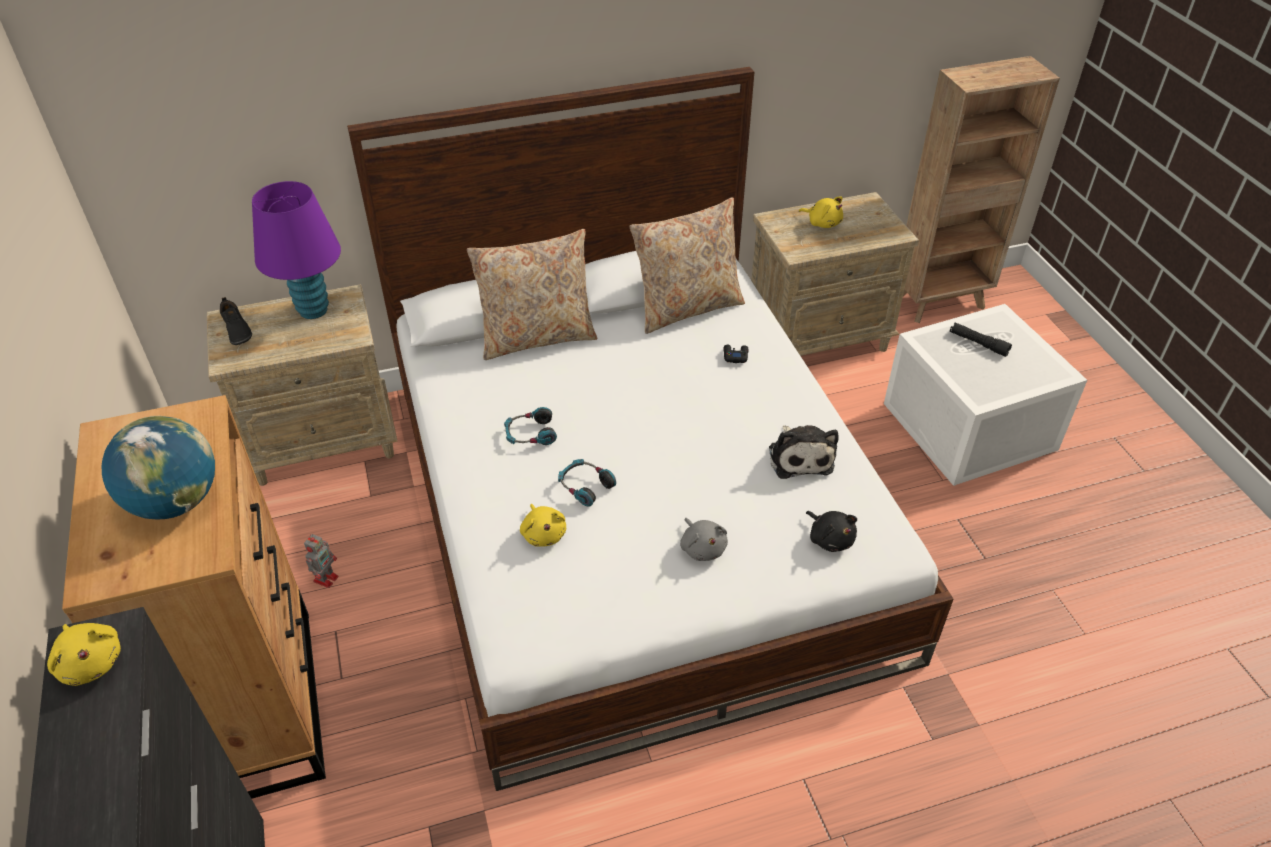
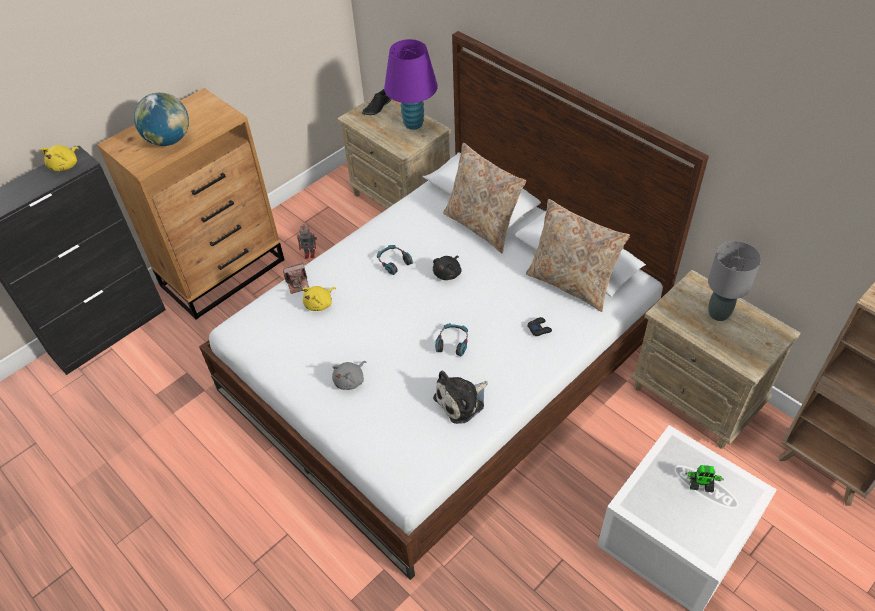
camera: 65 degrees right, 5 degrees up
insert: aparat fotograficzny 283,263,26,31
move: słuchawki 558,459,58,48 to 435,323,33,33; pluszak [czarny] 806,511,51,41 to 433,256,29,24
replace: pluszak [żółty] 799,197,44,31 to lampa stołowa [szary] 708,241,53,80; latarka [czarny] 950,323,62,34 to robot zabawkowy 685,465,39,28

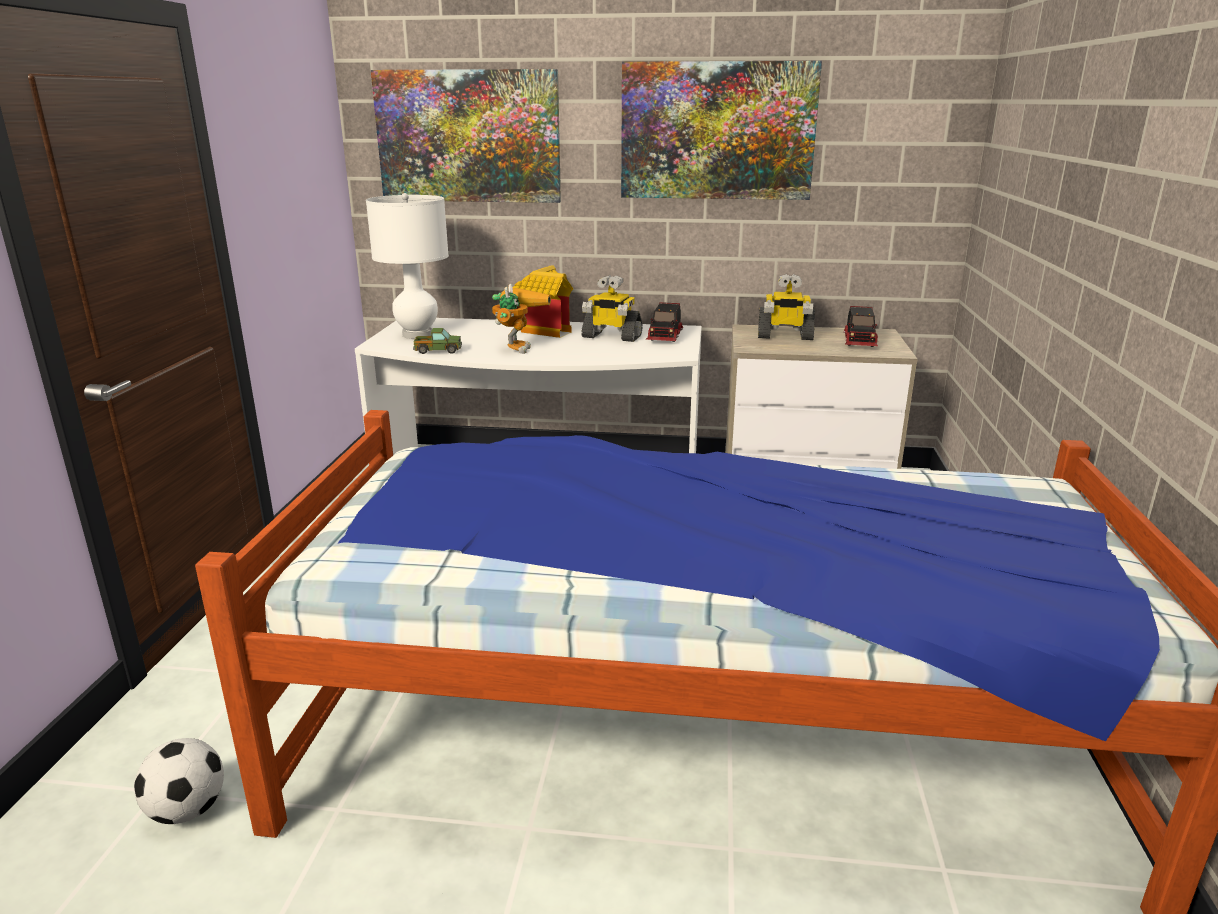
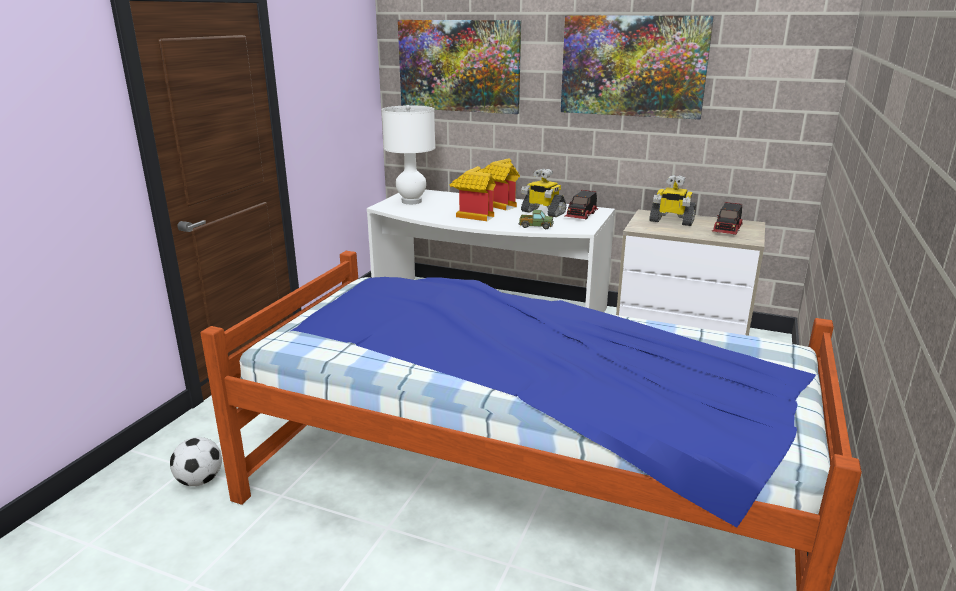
camera: 15 degrees right, 0 degrees up
move: ciężarówka zabawkowa 413,328,49,26 to 519,210,35,19
replace: robot zabawkowy 492,284,59,70 to domek 450,166,46,55

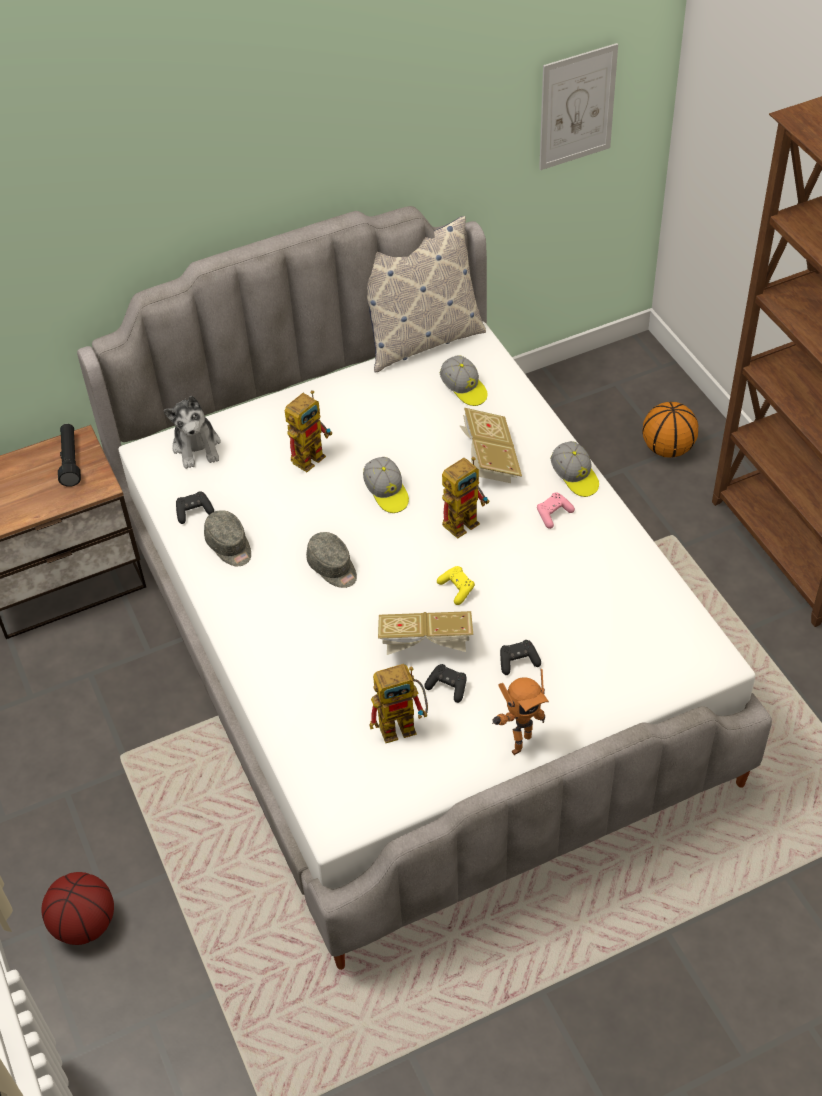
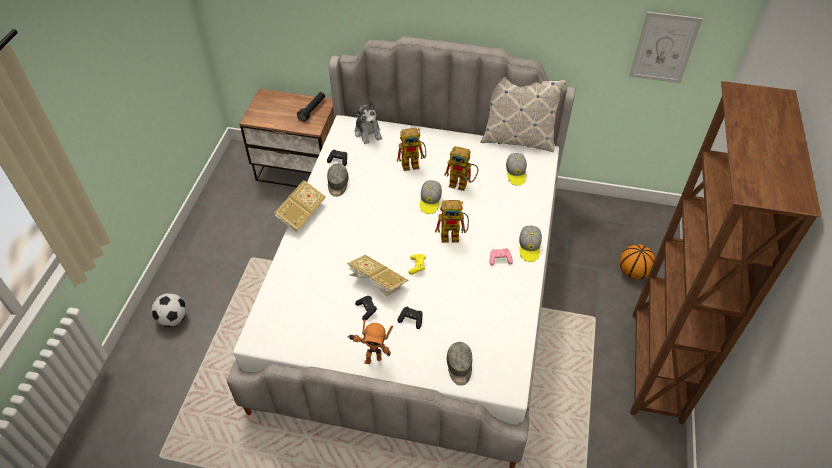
camera: 35 degrees right, 0 degrees up
move: książka 459,408,63,75 to 275,180,51,52; czapka z daszkiem [szary] 306,532,51,56 to 447,342,25,44; robot zabawkowy 369,664,59,79 to 444,146,34,45
replace: piłka do koszykówki 41,872,73,73 to piłka futbolowa 151,293,36,34
rotate: pluszak 164,396,57,73 = 355,102,27,42 45 degrees counterclockwise

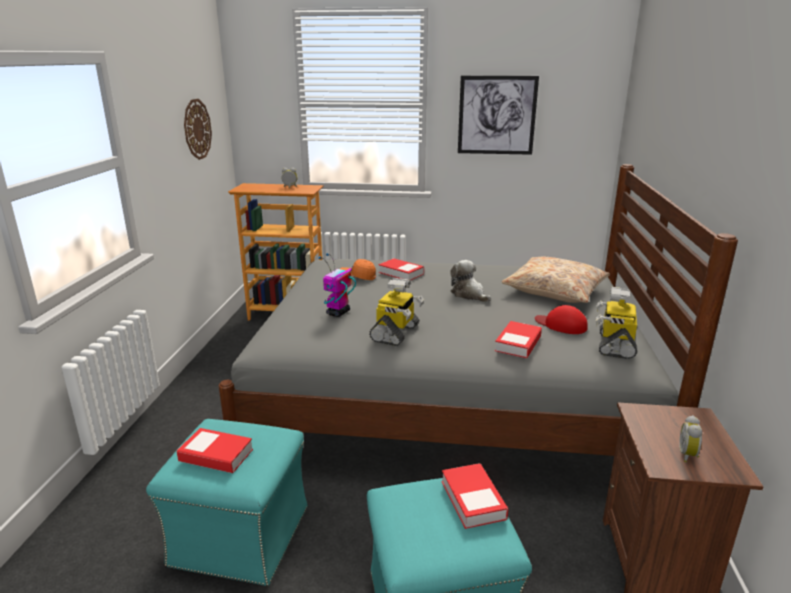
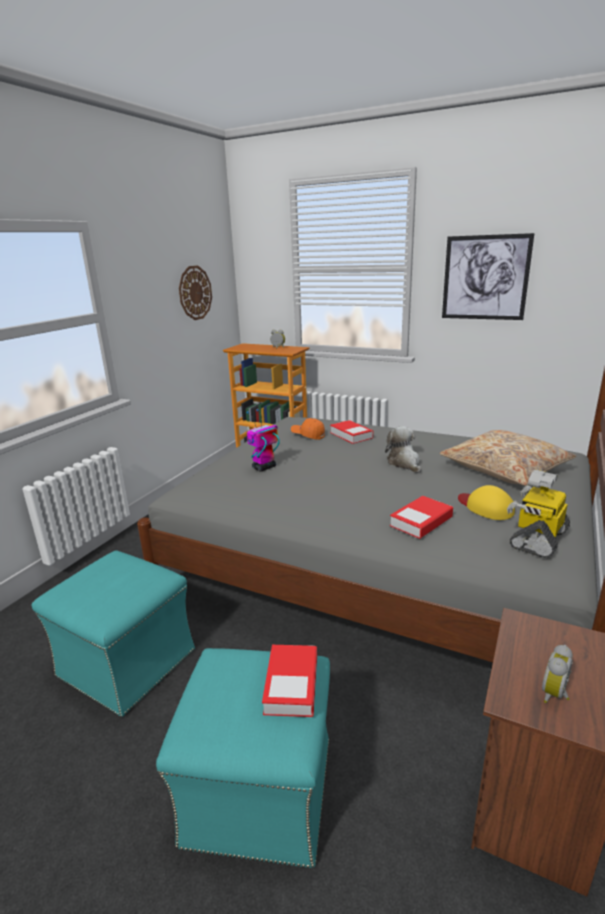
camera: 20 degrees right, 0 degrees up
delete: robot zabawkowy 369,278,55,68; książka 177,428,76,45
recolor: czapka z daszkiem [czerwony] 535,305,53,29 to czapka z daszkiem [żółty] 458,485,57,35

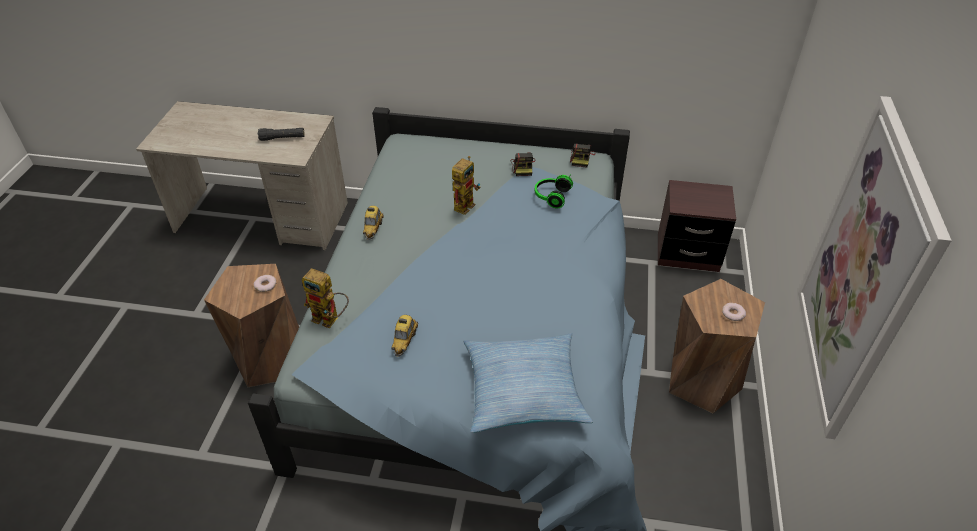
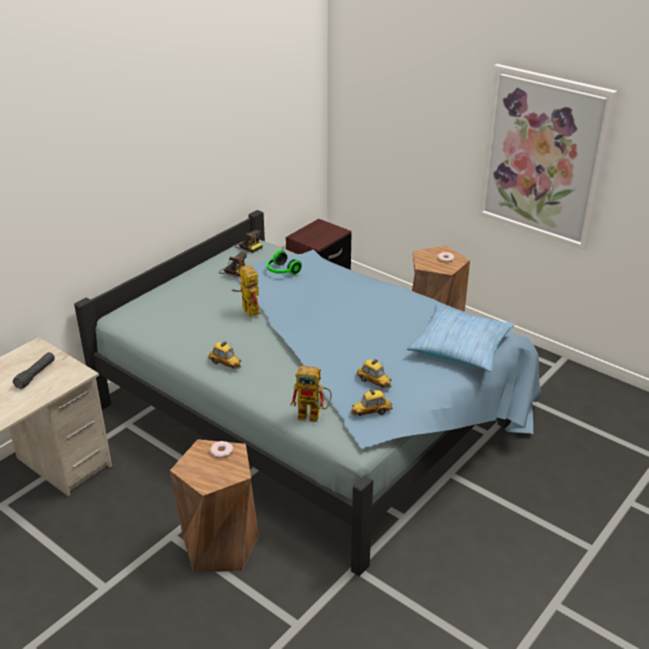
camera: 60 degrees left, 10 degrees down
insert: samochodzik 351,388,42,28
rotate: robot zabawkowy 302,268,47,60 = 290,366,42,56 45 degrees clockwise

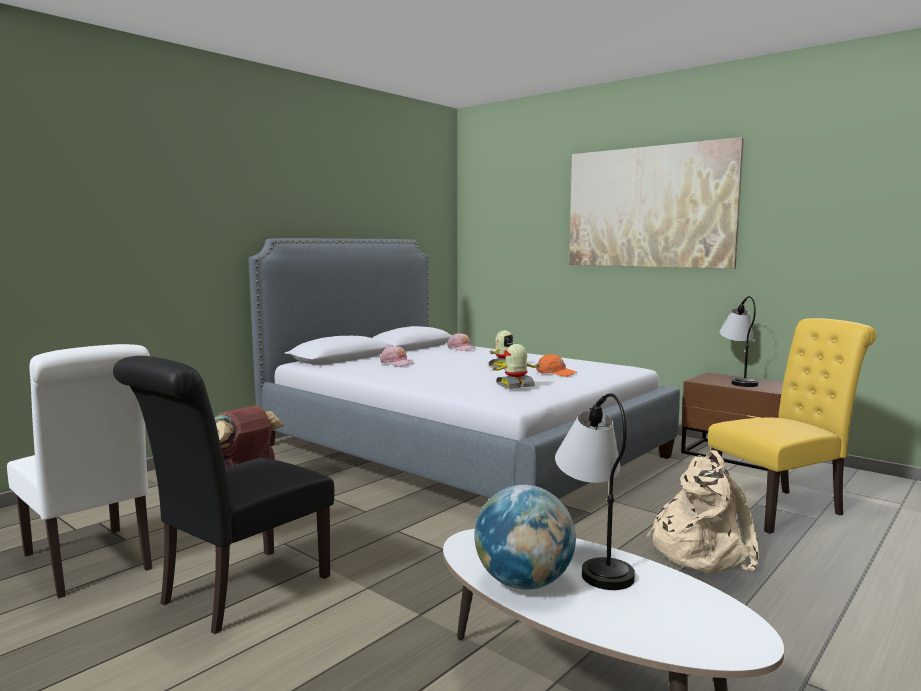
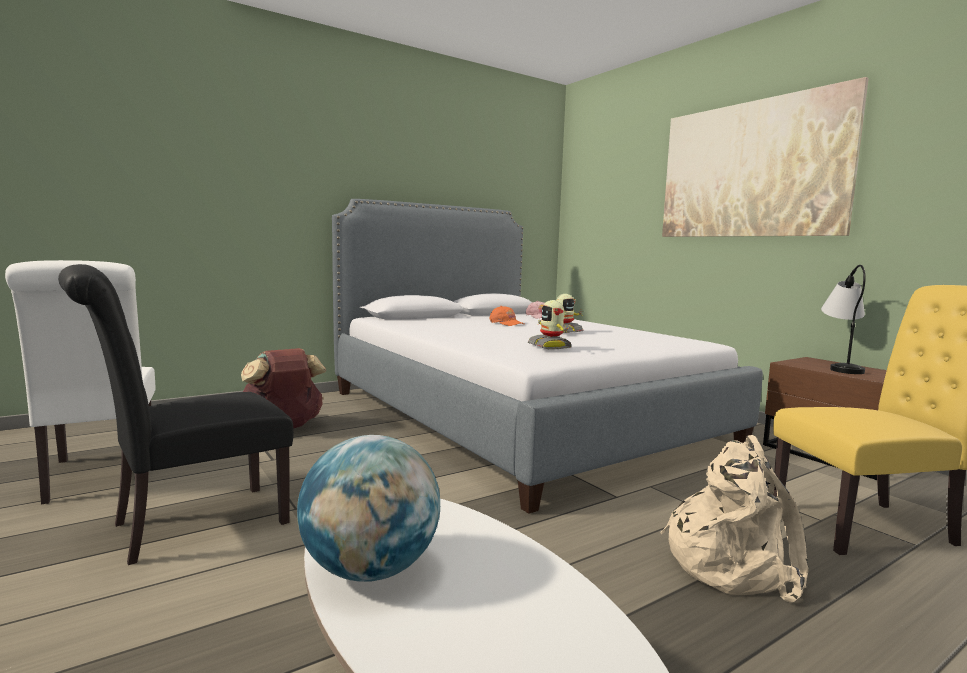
camera: 15 degrees right, 0 degrees up
delete: czapka z daszkiem [różowy] 380,345,35,22; lampa stołowa 555,393,80,197
move: czapka z daszkiem [pomarańczowy] 536,354,41,22 to 489,306,36,20
rotate: robot zabawkowy 491,344,51,45 = 528,300,44,49 105 degrees counterclockwise

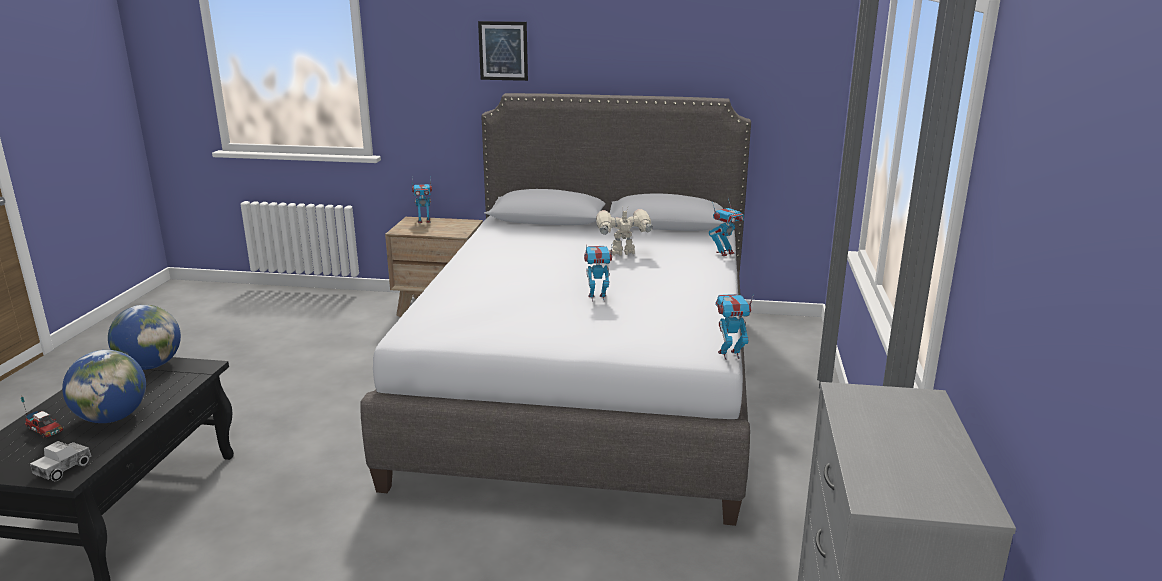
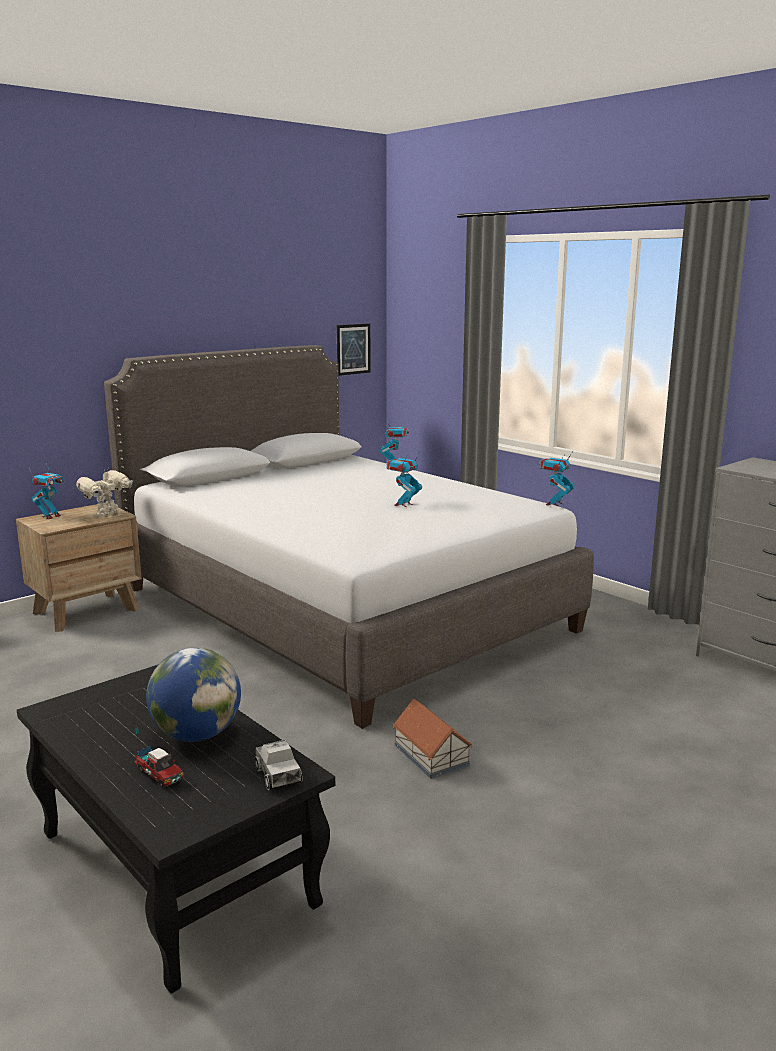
camera: 50 degrees left, 5 degrees down
delete: globus 108,305,73,65
insert: domek 393,699,80,80
move: obraz 478,21,50,60 to 337,323,34,53; robot zabawkowy 596,208,57,48 to 76,467,57,51
rotate: ciężarówka zabawkowa 21,395,42,44 = 134,725,50,62 60 degrees clockwise

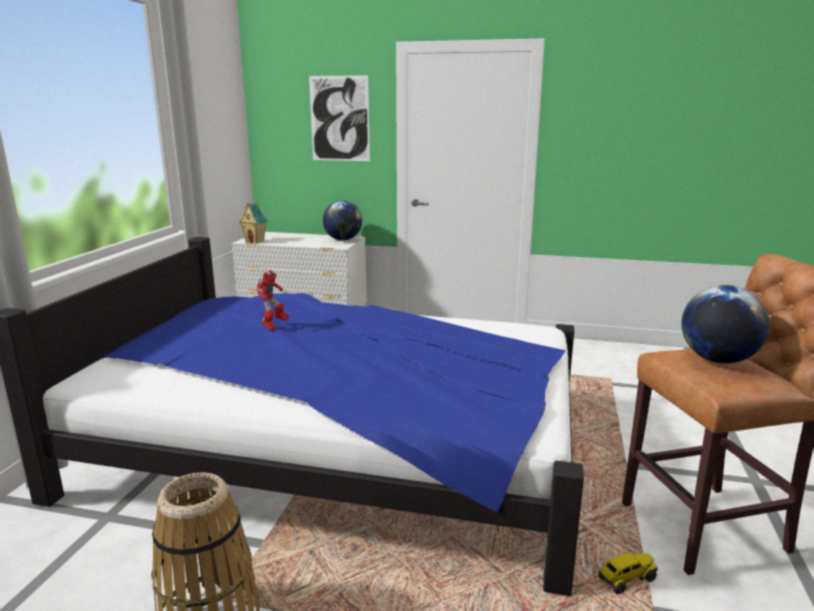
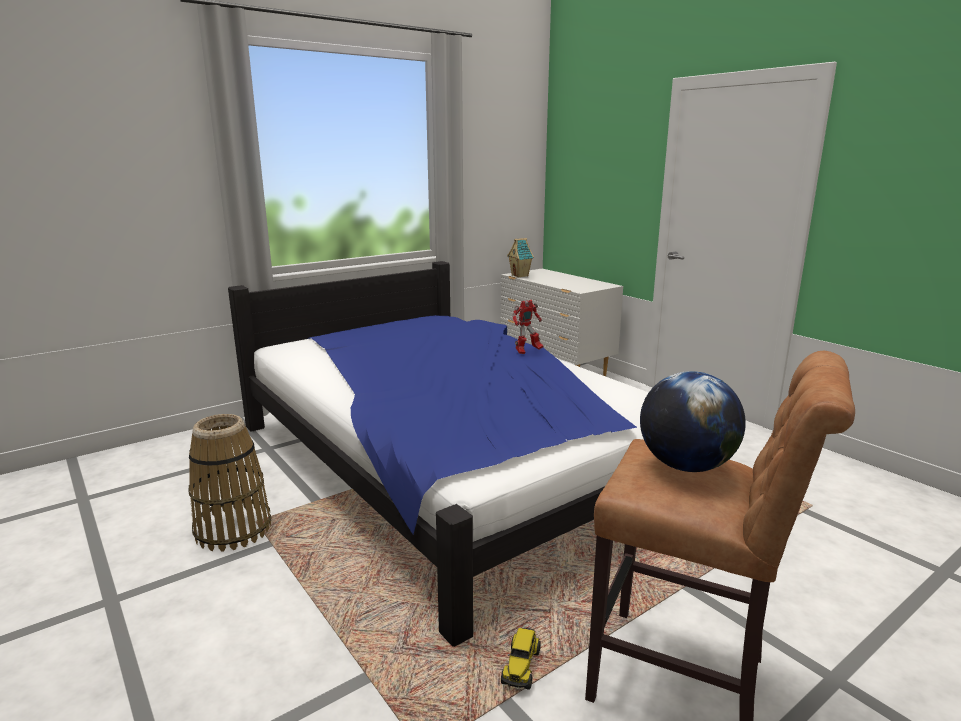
camera: 40 degrees right, 0 degrees up
delete: obraz 309,75,61,86; globus 323,201,39,39
move: robot zabawkowy 256,270,33,60 to 512,300,32,54
rotate: ciężarówka zabawkowa 598,553,60,41 = 501,628,40,62 90 degrees clockwise

